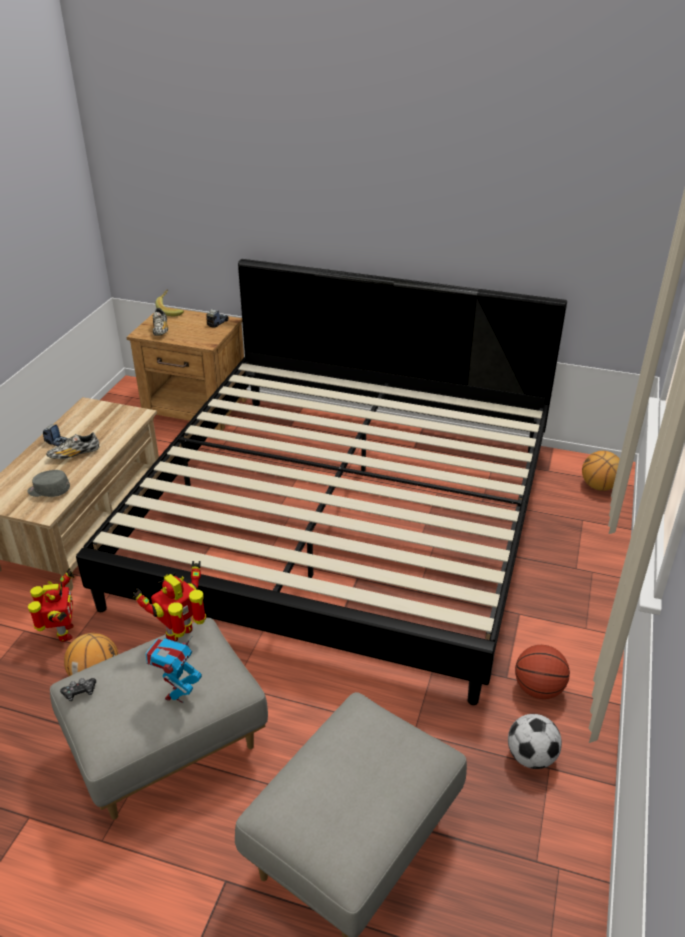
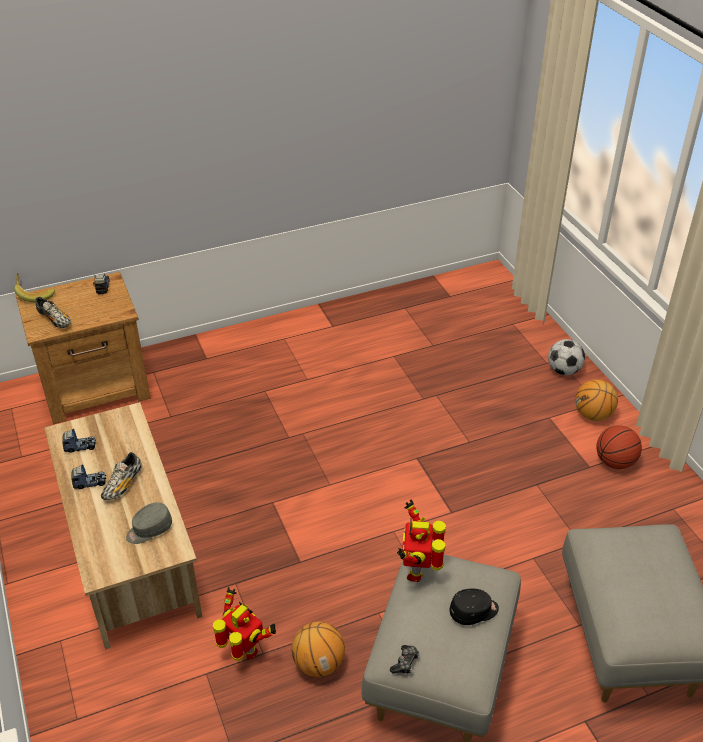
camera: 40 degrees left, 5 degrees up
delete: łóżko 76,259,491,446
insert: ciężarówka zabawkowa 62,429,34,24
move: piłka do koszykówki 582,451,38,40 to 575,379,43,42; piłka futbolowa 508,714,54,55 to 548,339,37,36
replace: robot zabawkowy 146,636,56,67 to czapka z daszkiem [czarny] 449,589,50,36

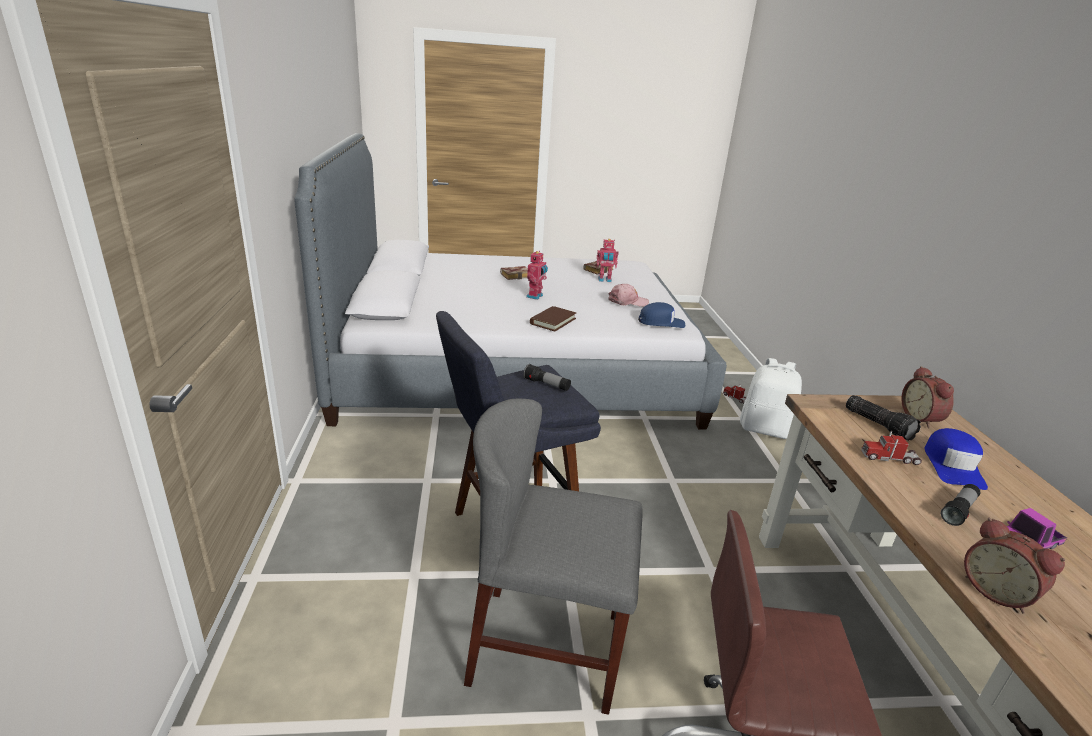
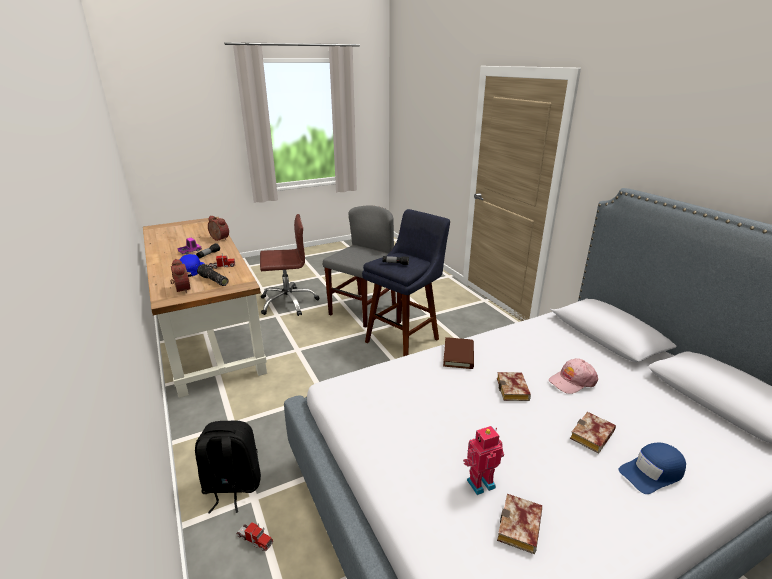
camera: 160 degrees right, 0 degrees up
move: czapka z daszkiem [różowy] 608,284,41,22 to 549,358,49,36; czapka z daszkiem [niebieski] 638,302,47,26 to 619,442,67,52
replace: robot zabawkowy 526,251,22,49 to książka 497,372,34,29
recolor: plecak [biały] 740,358,62,81 to plecak [czarny] 195,421,66,93
rotate: krzesło [szary] 464,398,179,317 = 323,205,73,123 45 degrees counterclockwise

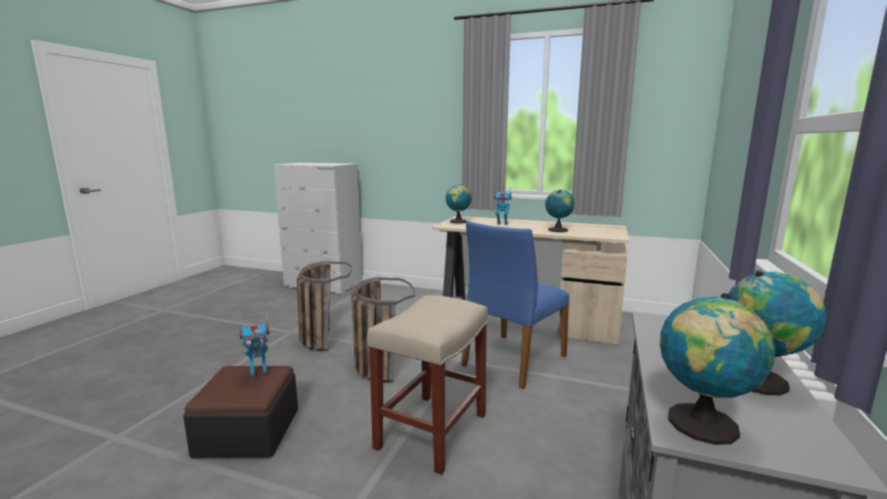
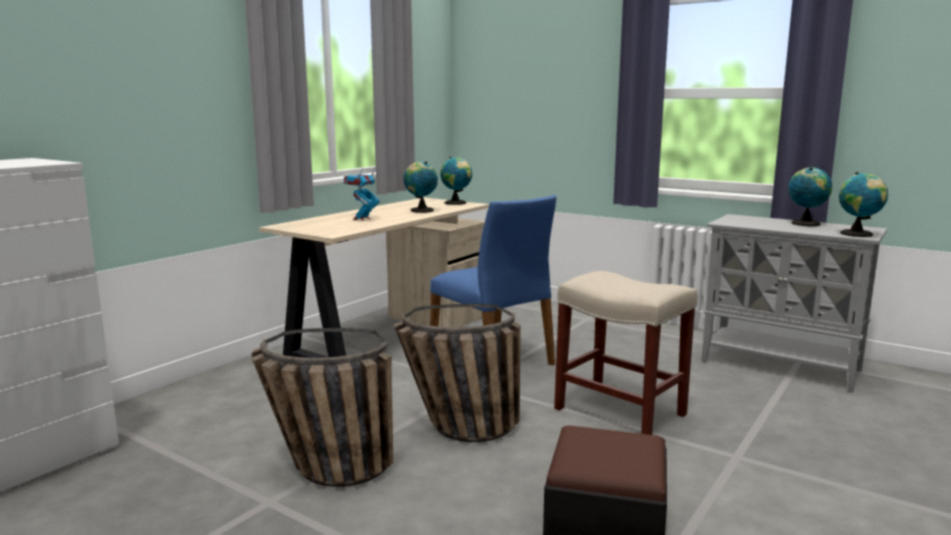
camera: 75 degrees left, 0 degrees up
delete: robot zabawkowy 239,316,30,66
move: globus 446,184,26,40 to 440,157,32,48

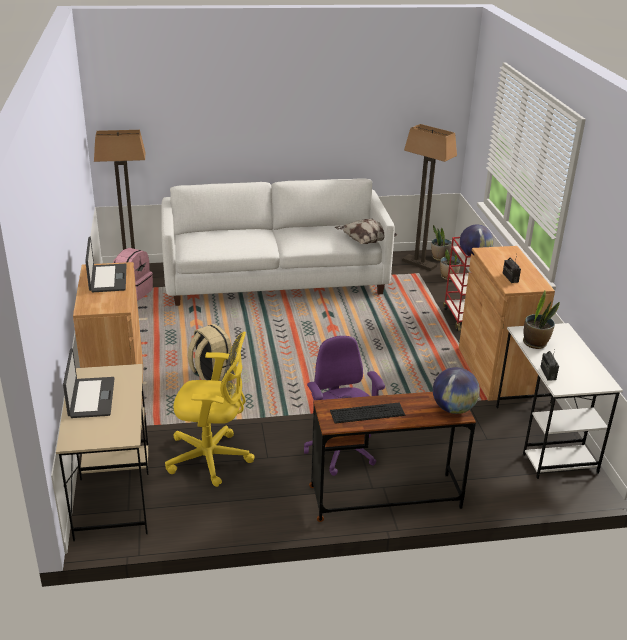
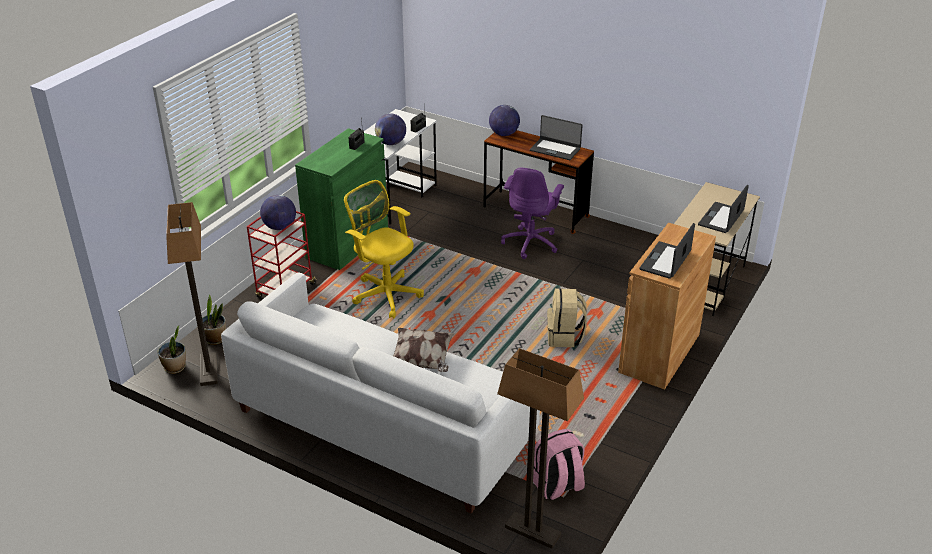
camera: 140 degrees left, 5 degrees up
move: poduszka 335,219,62,25 to 393,328,62,44; krzesło biurowe [żółty] 165,332,90,155 to 344,180,80,138
replace: roślina doniczkowa 523,291,37,58 to globus 375,114,31,31; klawiatura 330,403,75,21 to laptop 530,115,53,45
recolor: szafka [brązowy] 459,246,96,155 to szafka [zielony] 295,128,93,142

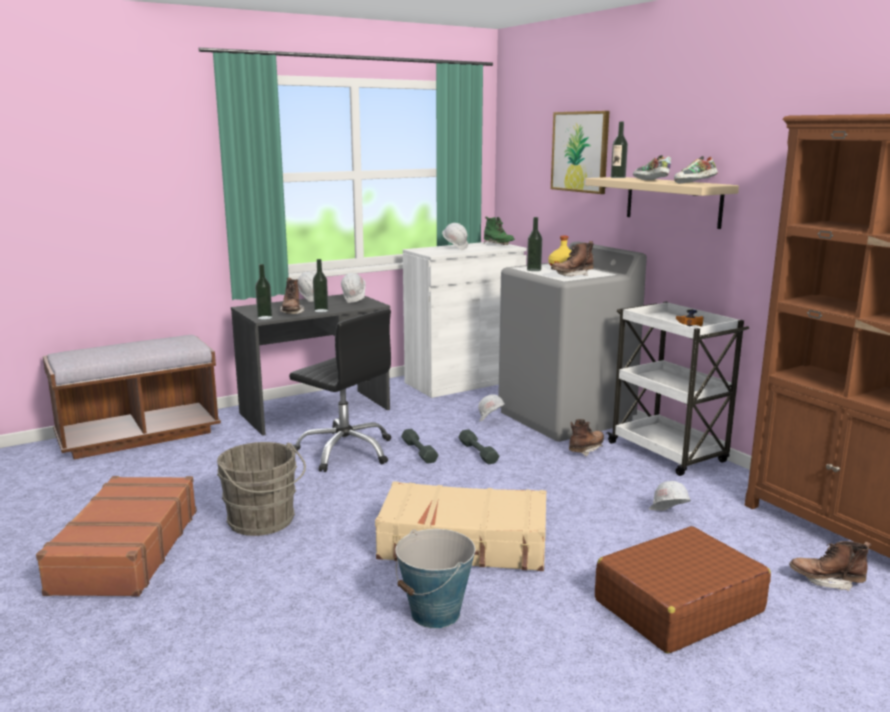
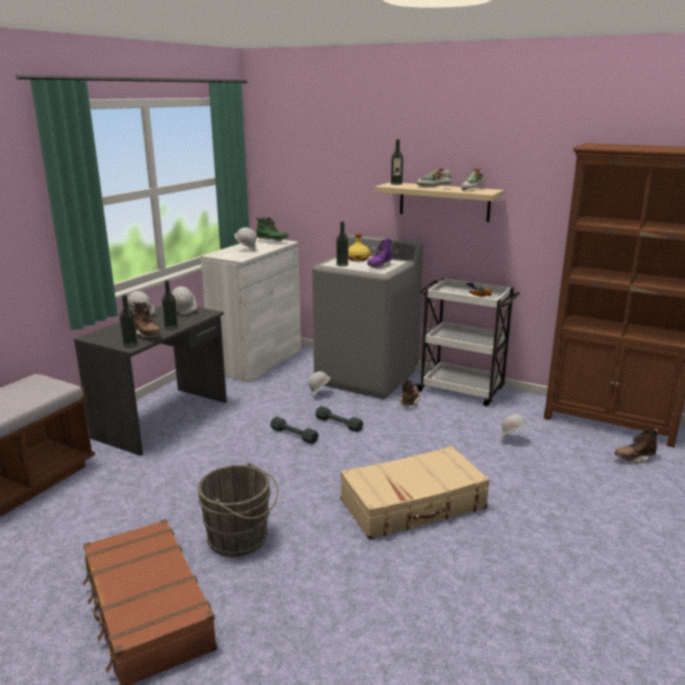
camera: 30 degrees left, 5 degrees up
delete: obraz 551,111,58,83; krzesło biurowe [czarny] 289,309,102,163; walizka [brązowy] 595,526,176,128; wiadro 395,529,80,99
recolor: but z cholewką [brązowy] 551,241,43,35 to but z cholewką [fioletowy] 367,238,25,31

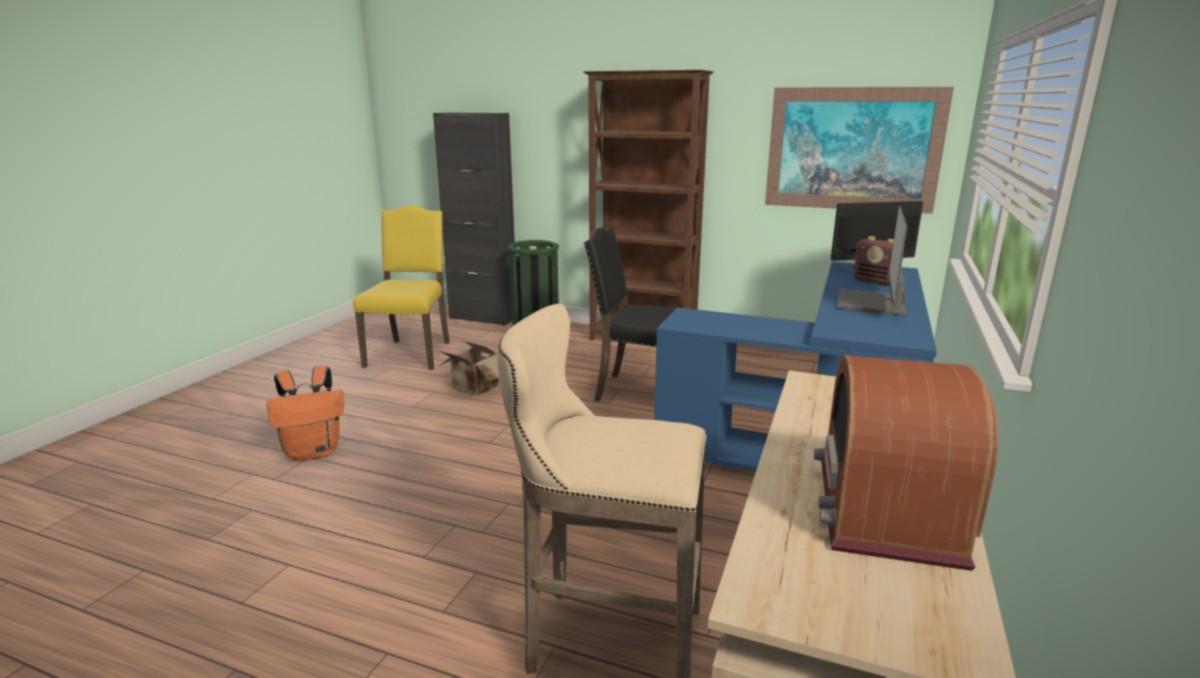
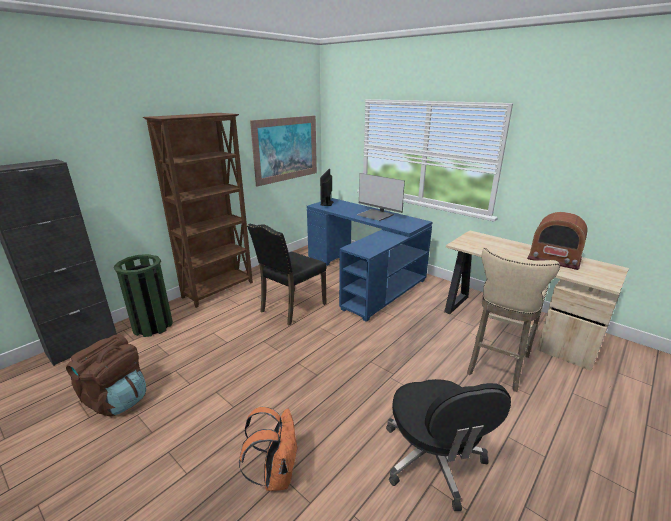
camera: 70 degrees left, 5 degrees up
delete: radio 853,236,51,50; karton 439,341,60,55
insert: krzesło biurowe [czarny] 386,379,125,132
replace: krzesło [żółty] 353,205,97,165 to plecak [brązowy] 66,334,80,82

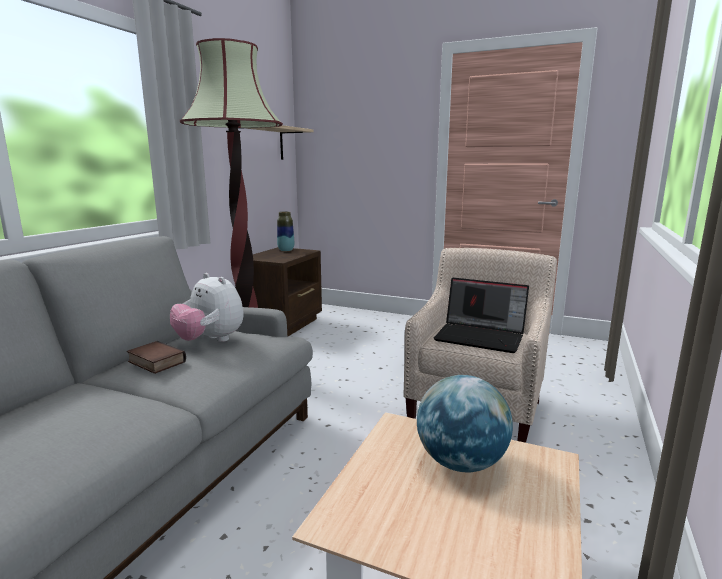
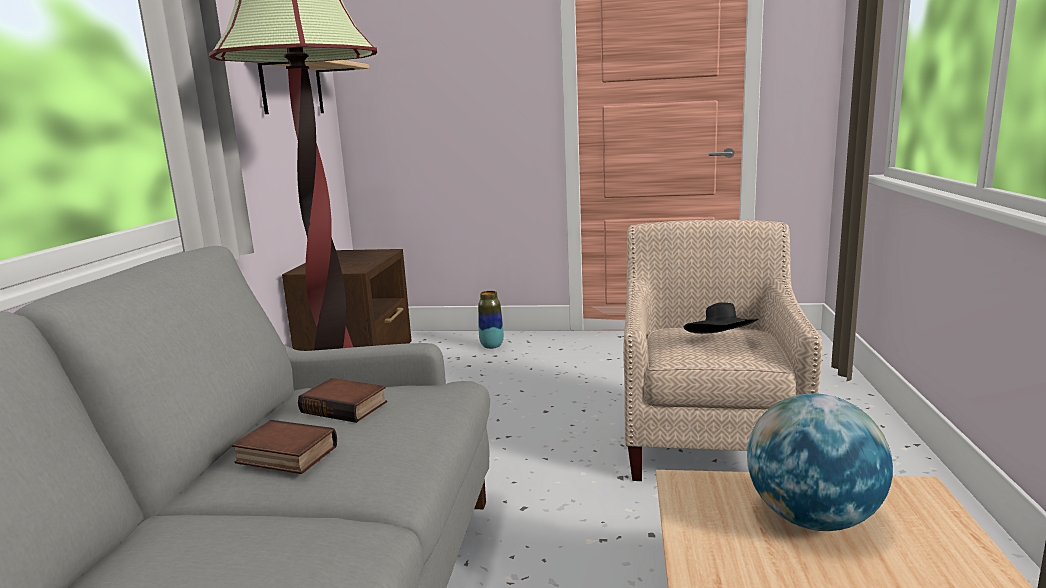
camera: 15 degrees left, 0 degrees up
move: wazon 277,211,17,40 to 478,291,26,58
replace: pluszak 170,273,74,69 to książka 298,378,89,45; laptop 434,278,95,75 to kapelusz [czarny] 684,302,74,32

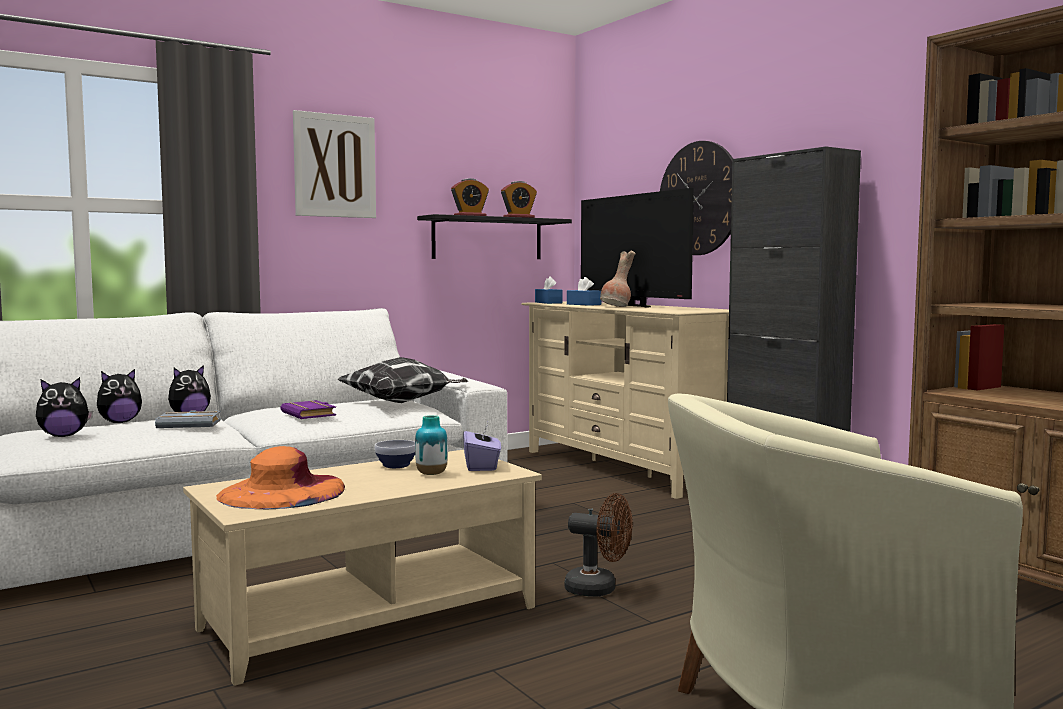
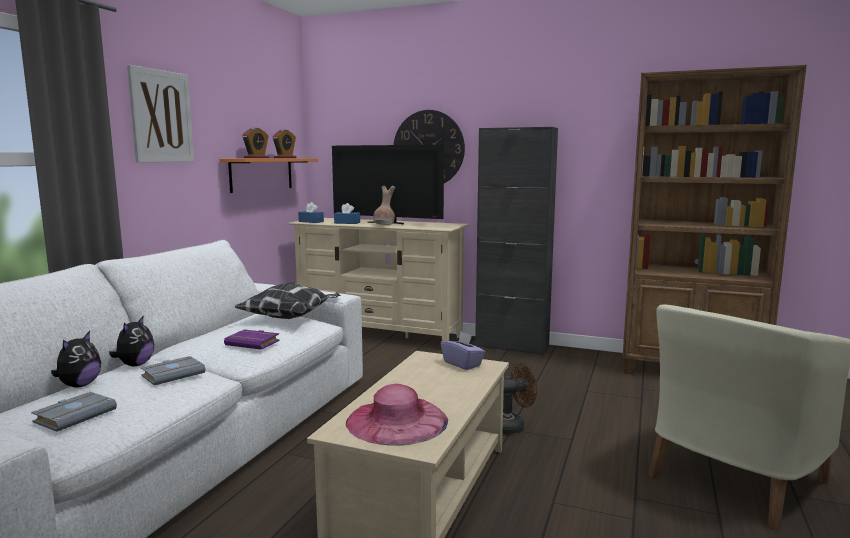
camera: 35 degrees left, 5 degrees up
delete: wazon 415,415,33,60; miska 374,440,41,28
replace: pluszak 36,377,57,60 to książka [szary] 31,392,86,40
recolor: półka [czarny] 417,214,155,45 to półka [pomarańczowy] 219,158,99,35; kapelusz [pomarańczowy] 216,446,129,63 to kapelusz [różowy] 346,384,102,62

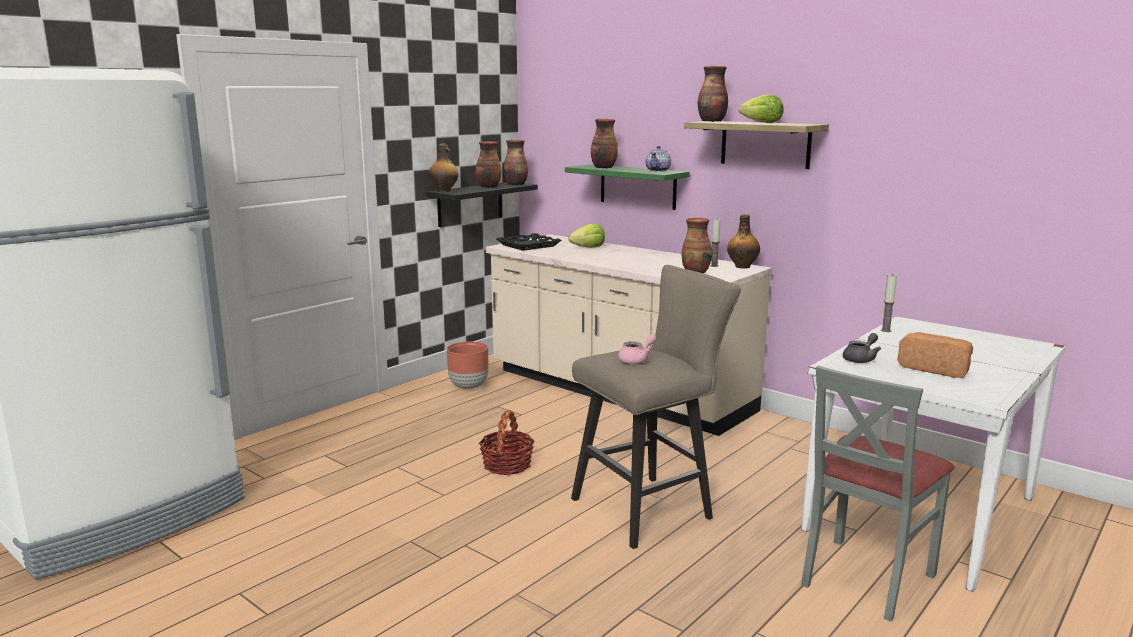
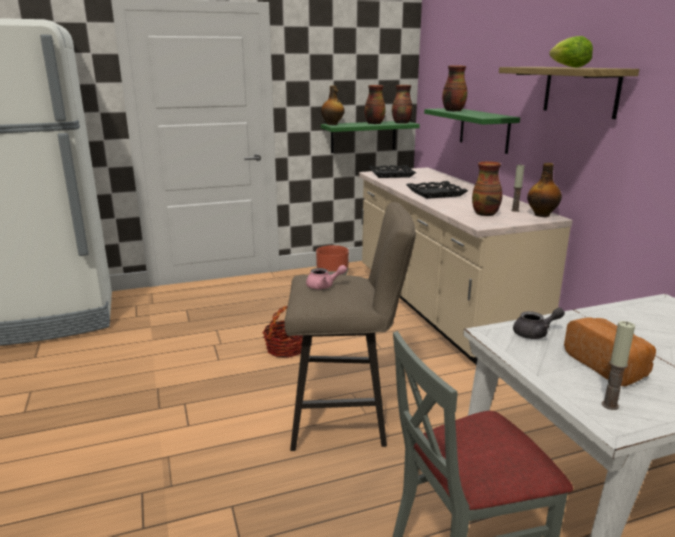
camera: 30 degrees right, 5 degrees up
delete: wazon 698,66,30,56; imbryk 646,146,25,26; sałata 568,223,37,25
insert: taca [czarny] 406,181,62,18
move: świeca 881,274,16,58 to 602,321,33,89
recolor: półka [czarny] 426,182,112,45 to półka [zielony] 321,121,99,32

